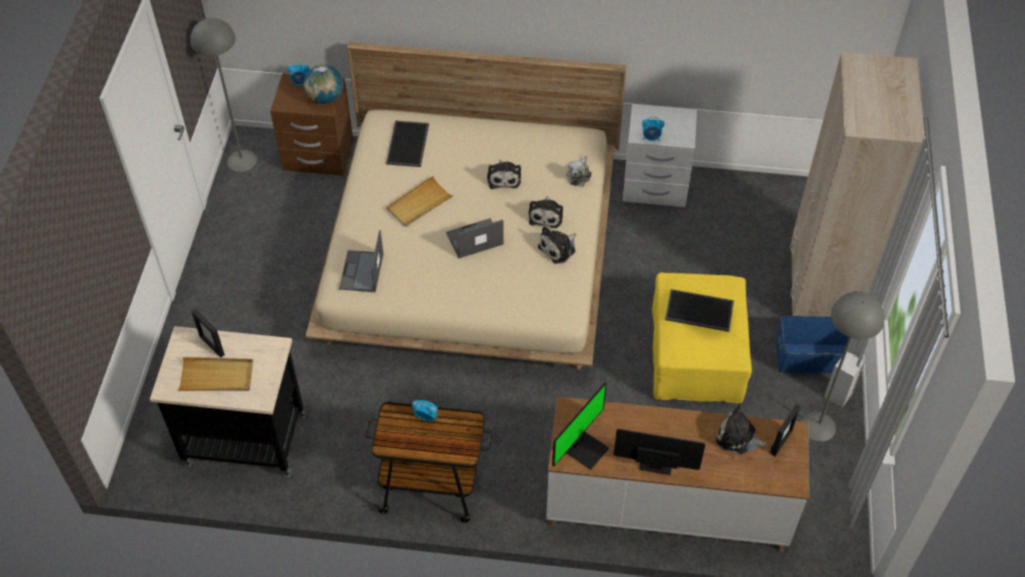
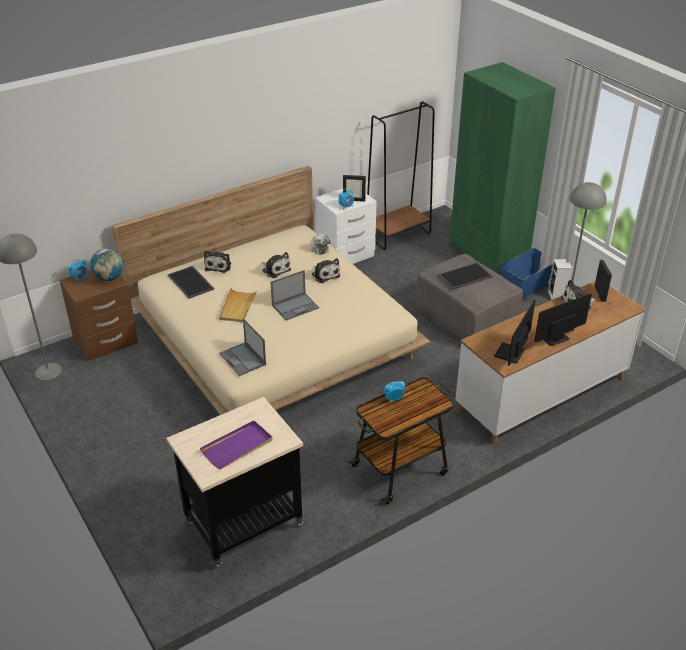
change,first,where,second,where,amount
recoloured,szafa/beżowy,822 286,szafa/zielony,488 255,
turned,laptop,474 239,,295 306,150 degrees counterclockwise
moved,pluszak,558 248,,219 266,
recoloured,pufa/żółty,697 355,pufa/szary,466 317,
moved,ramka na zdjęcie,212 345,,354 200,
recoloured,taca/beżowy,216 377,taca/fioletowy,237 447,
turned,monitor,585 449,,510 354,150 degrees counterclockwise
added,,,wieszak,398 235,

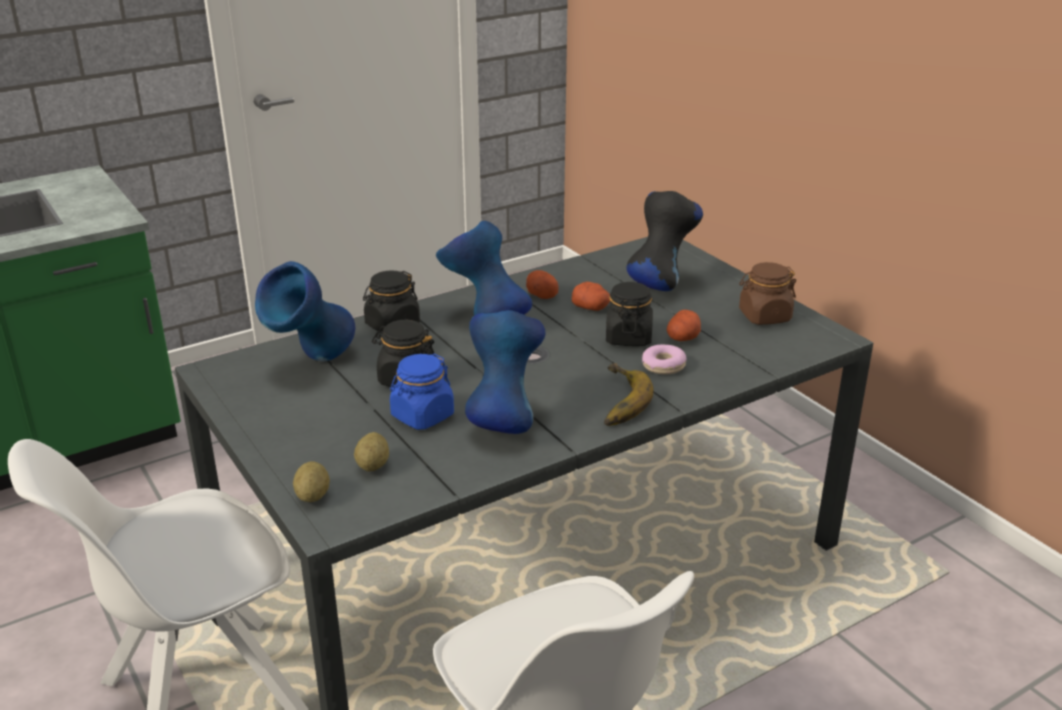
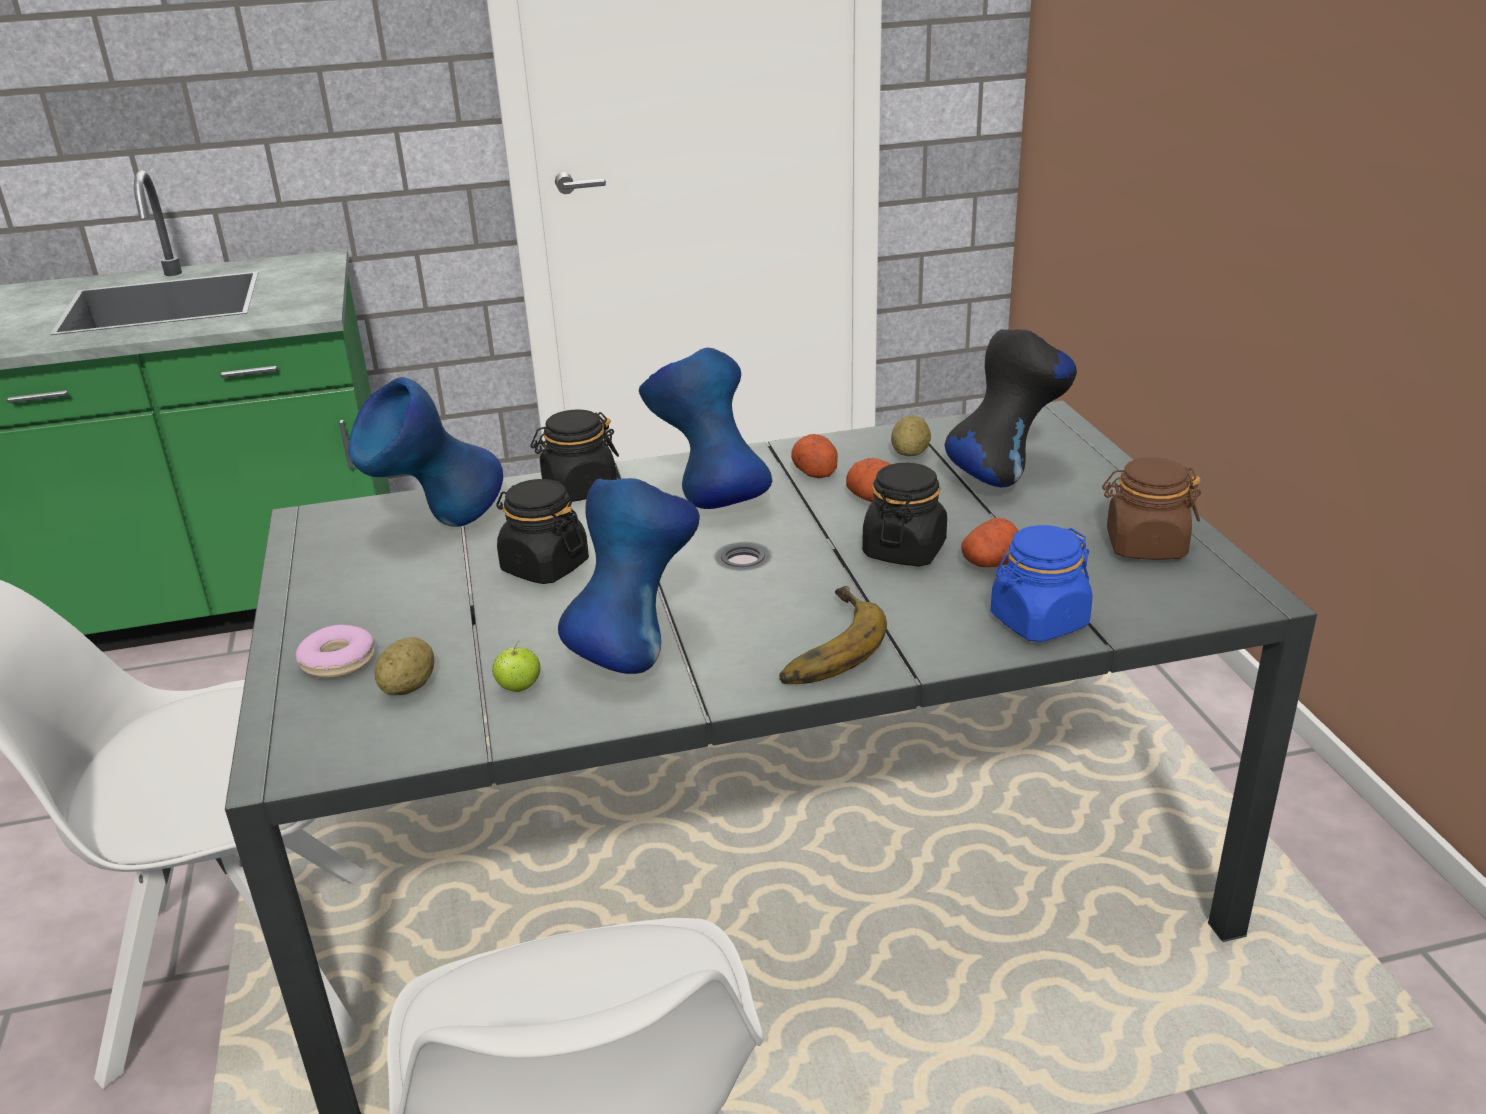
change,first,where,second,where,amount
moved,donut,663 366,,338 662,
moved,słoik/niebieski,422 416,,1038 621,
moved,ziemniak,312 496,,910 453,
added,,,jabłko,519 688,

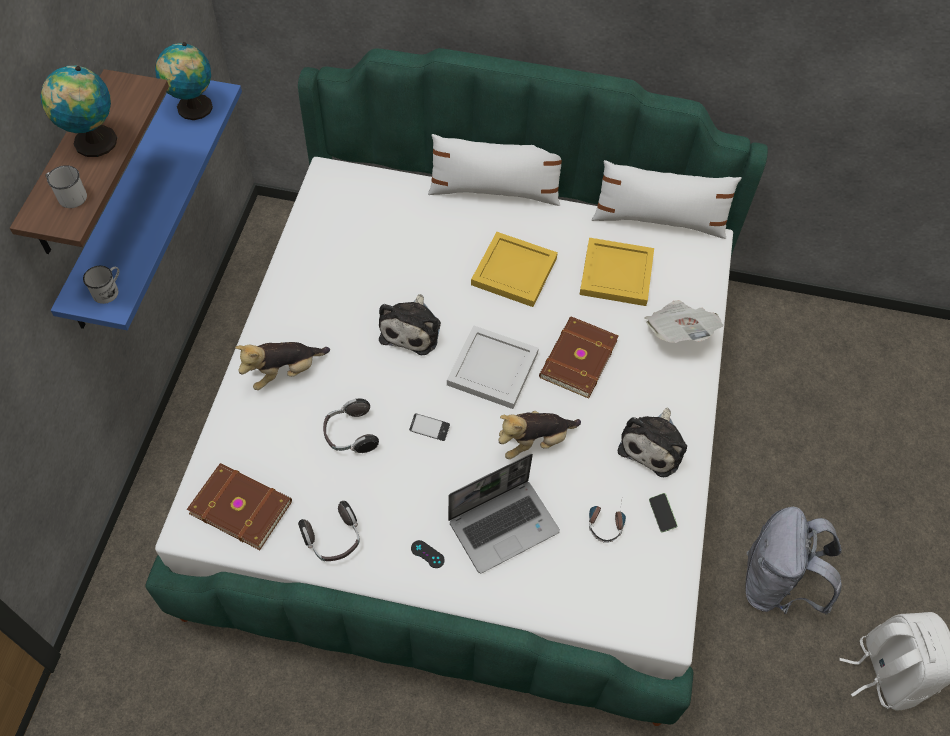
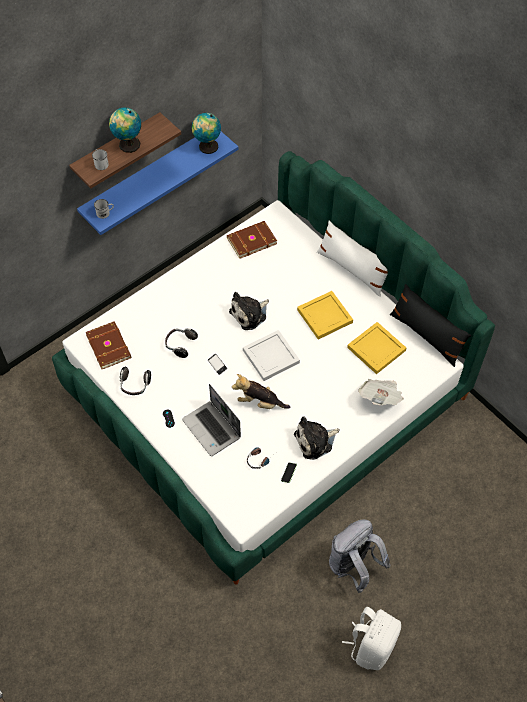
change,first,where,second,where,amount
recoloured,poduszka/biały,659 220,poduszka/czarny,426 336,
moved,książka/brązowy,576 359,,251 240,
removed,pluszak,285 372,,,
turned,laptop,504 525,,212 429,45 degrees clockwise

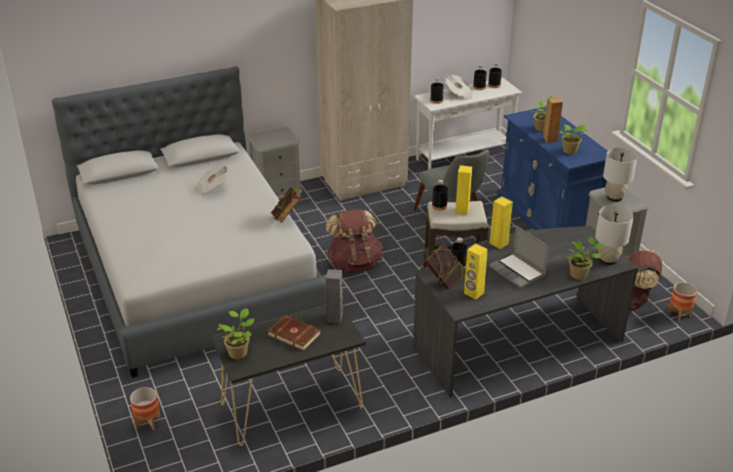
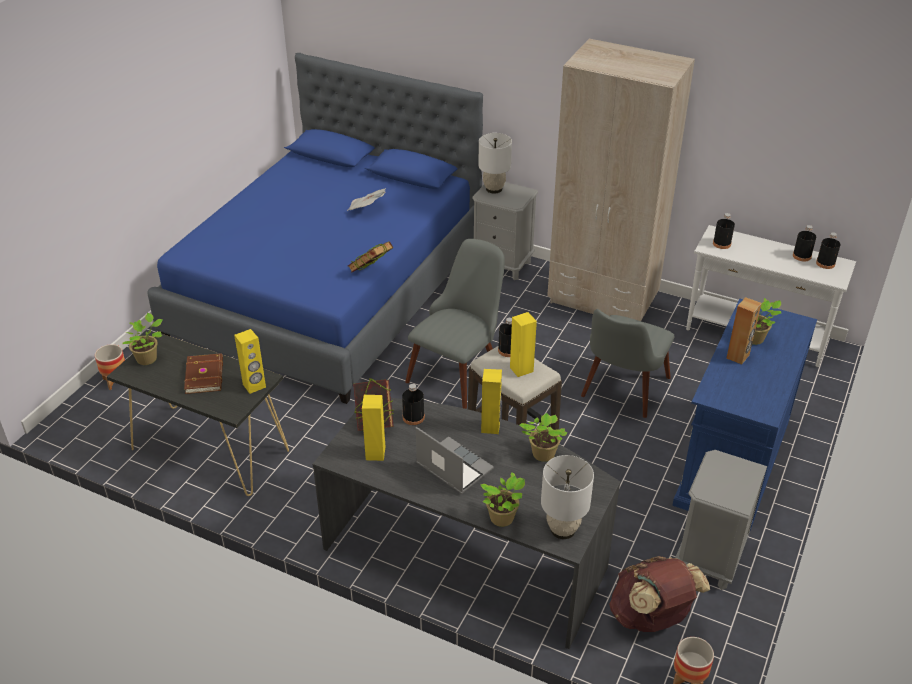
change,first,where,second,where,amount
recoloured,łóżko/szary,196 275,łóżko/niebieski,329 290,
removed,gazeta,459 94,,,
moved,roślina doniczkowa,570 151,,542 455,
moved,lampa stołowa/biały,614 198,,493 189,
replaced,plecak/brązowy,354 264,krzesło/szary,460 369,
turned,laptop,518 271,,453 467,120 degrees clockwise
recoloured,głośnik/szary,335 317,głośnik/żółty,254 386,

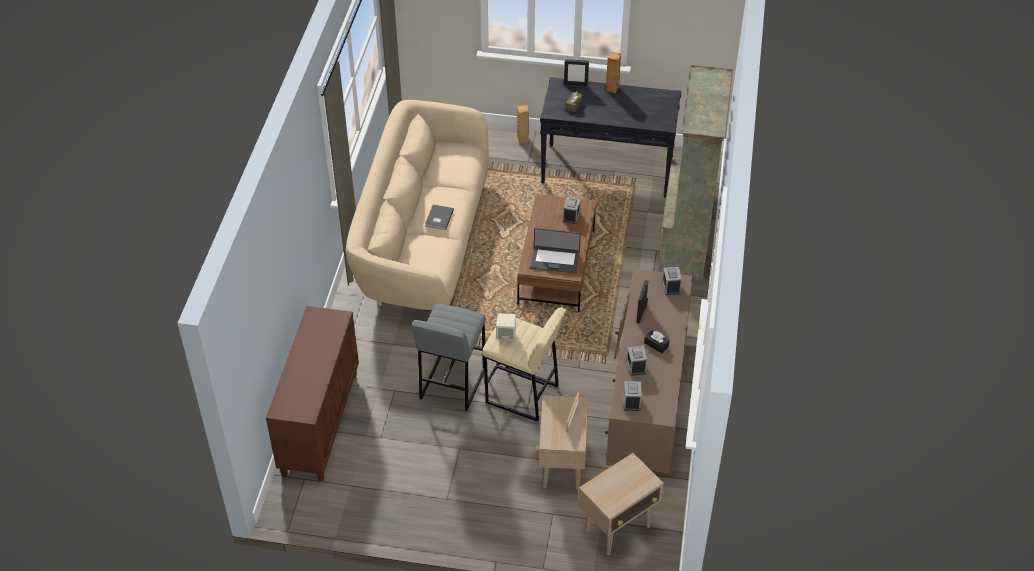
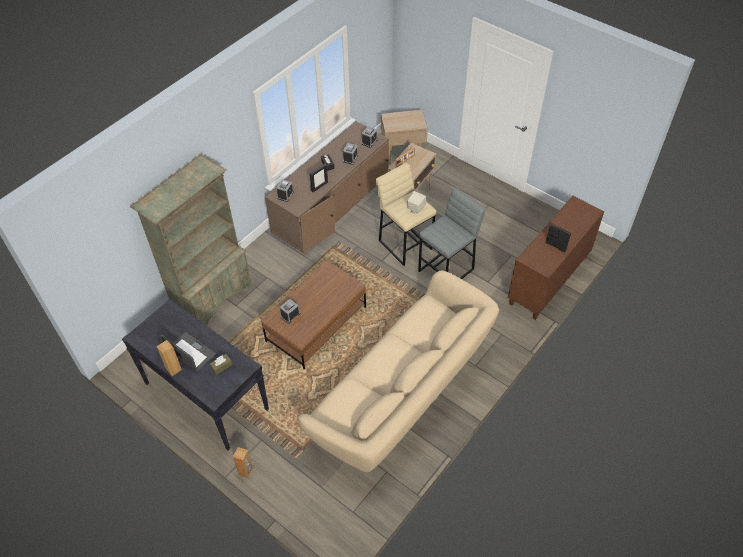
change,first,where,second,where,amount
moved,ramka na zdjęcie,576 83,,555 246,
removed,książka/szary,438 218,,,
moved,laptop,555 260,,190 353,

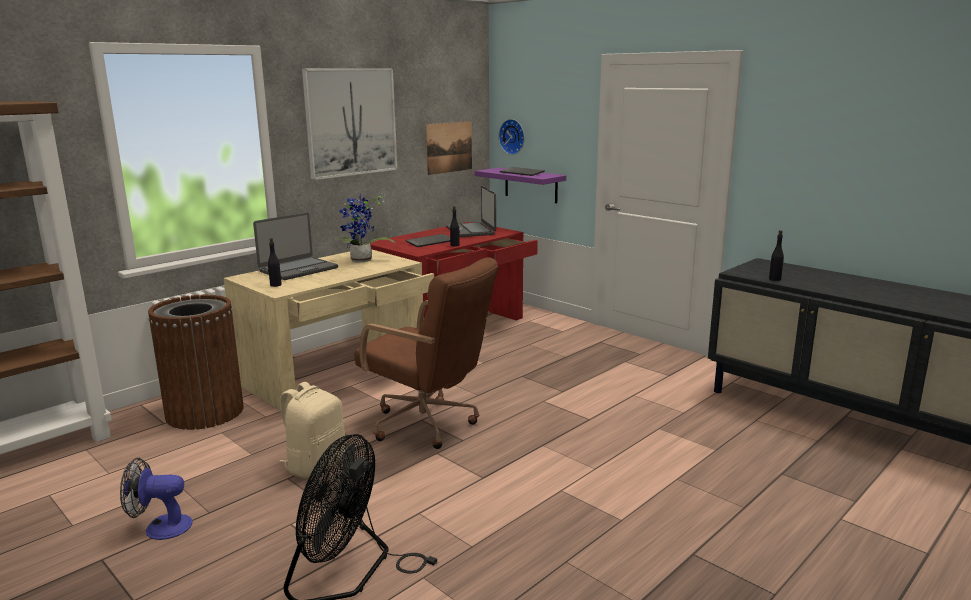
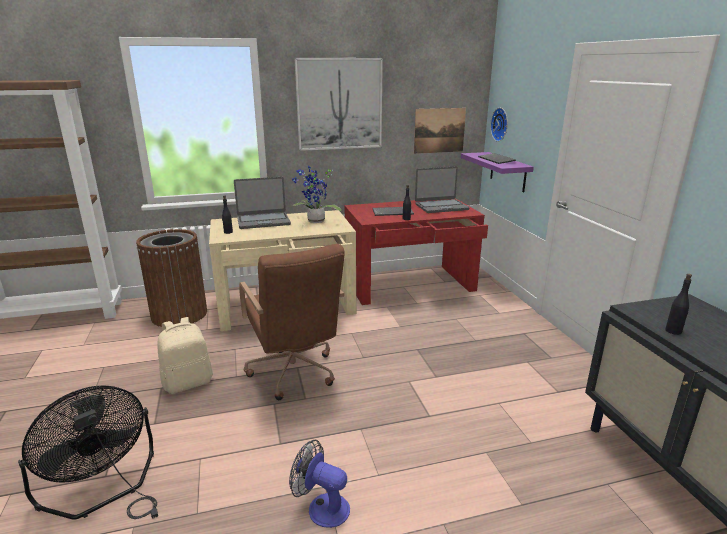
change,first,where,second,where,amount
turned,laptop,471 231,,441 207,120 degrees counterclockwise
moved,wentylator,160 527,,322 507,

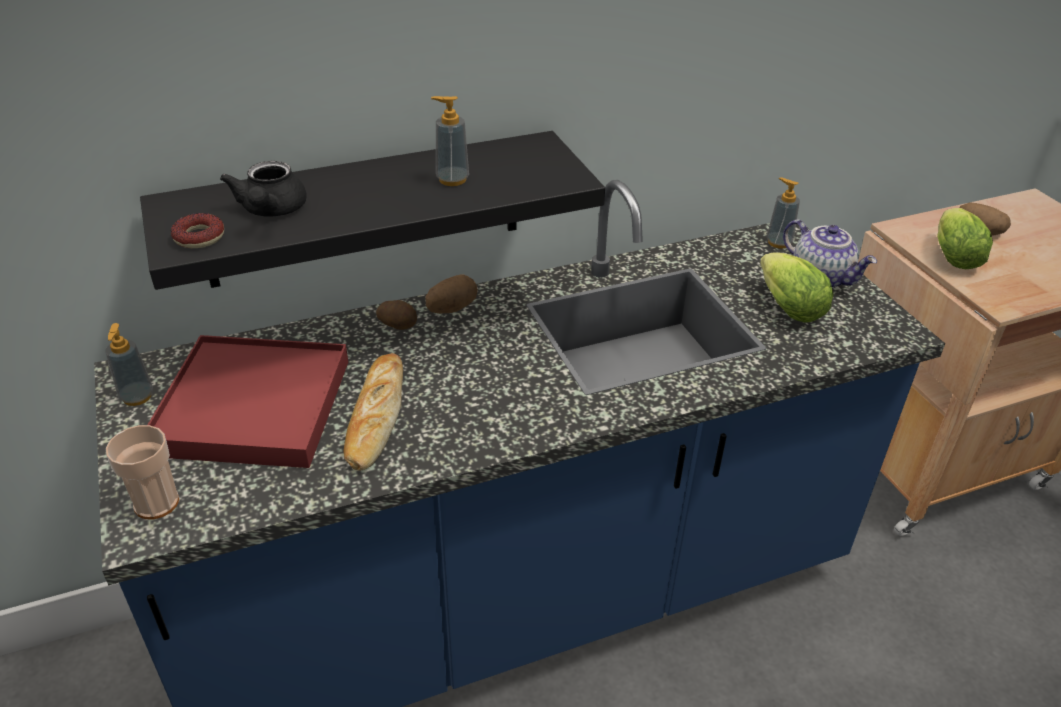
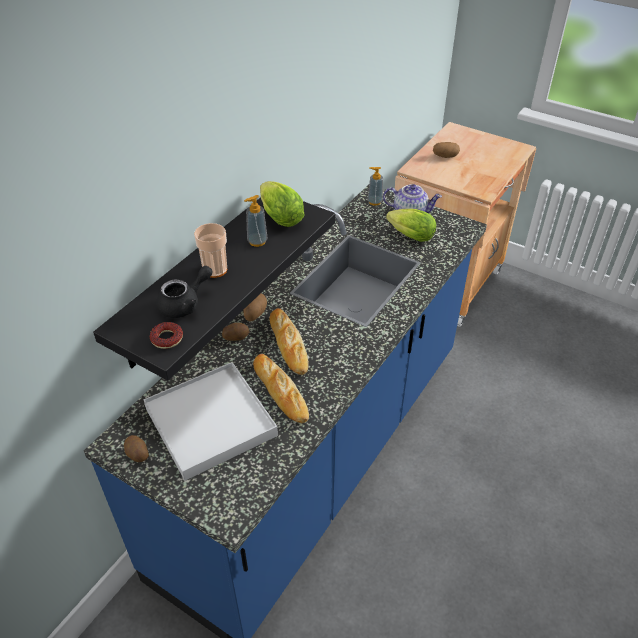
change,first,where,second,where,amount
turned,imbryk/czarny,271 211,,185 304,90 degrees counterclockwise
moved,sałata,952 255,,279 216,
replaced,dozownik mydła,137 397,ziemniak,137 454,
recoloured,taca/czerwony,253 406,taca/biały,210 422,
moved,filiżanka,156 503,,215 270,
added,,,chleb,288 344,

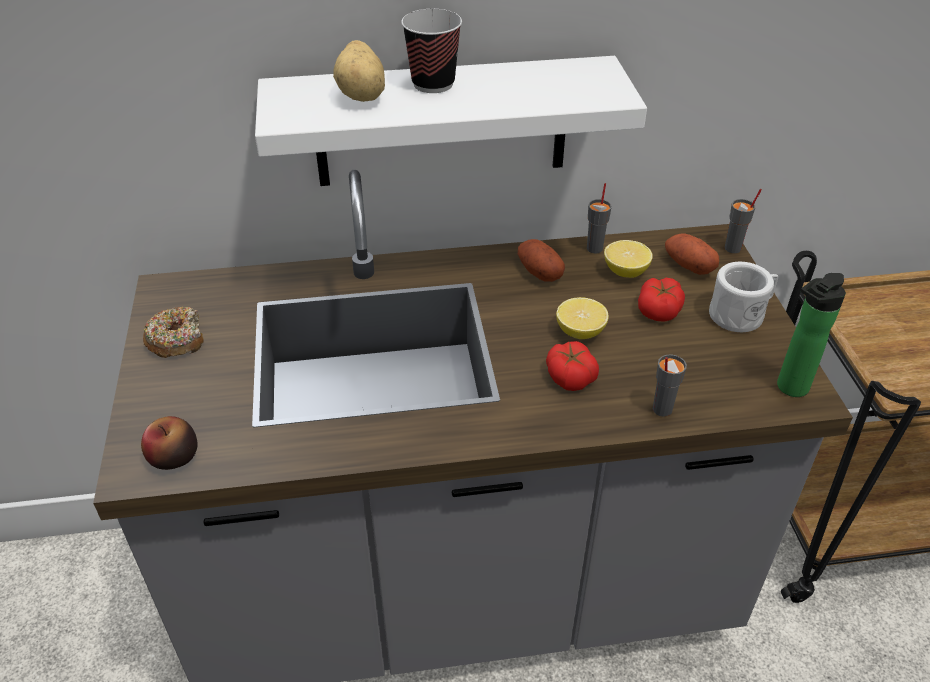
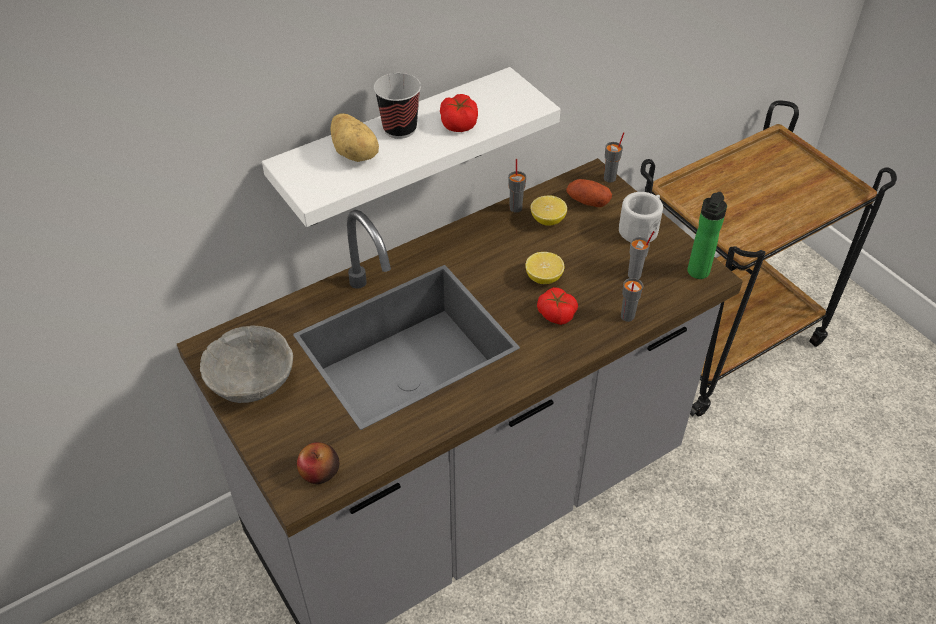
change,first,where,second,where,amount
removed,ziemniak,539 272,,,
moved,pomidor,659 310,,459 123,
replaced,donut,176 340,miska/szary,252 386,
added,,,filiżanka/szary,635 275,

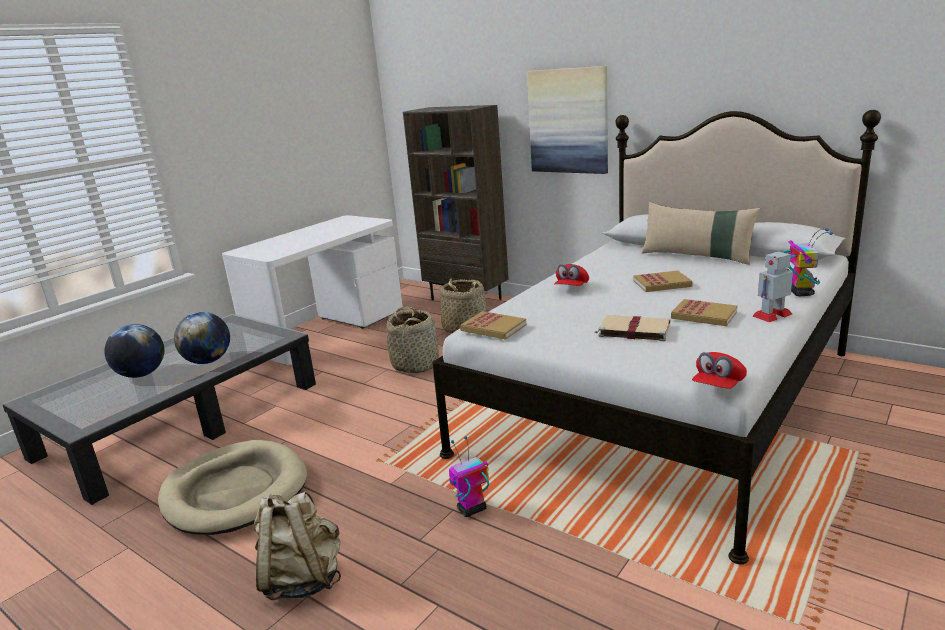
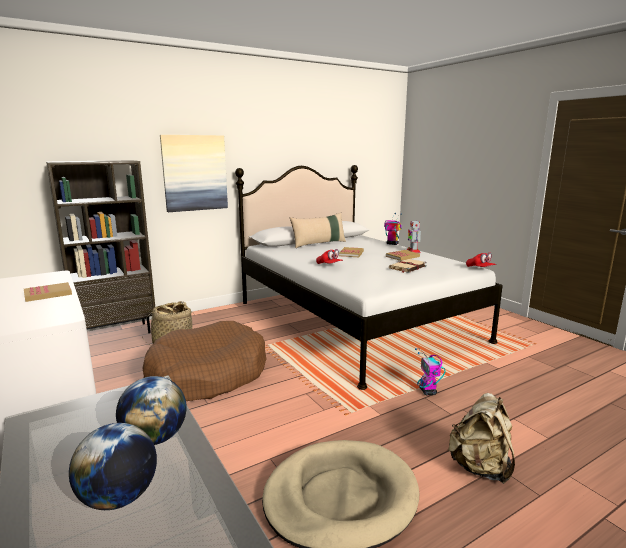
change,first,where,second,where,amount
replaced,koszyk,416 364,legowisko/brązowy,207 375,
moved,książka,493 328,,48 294,

